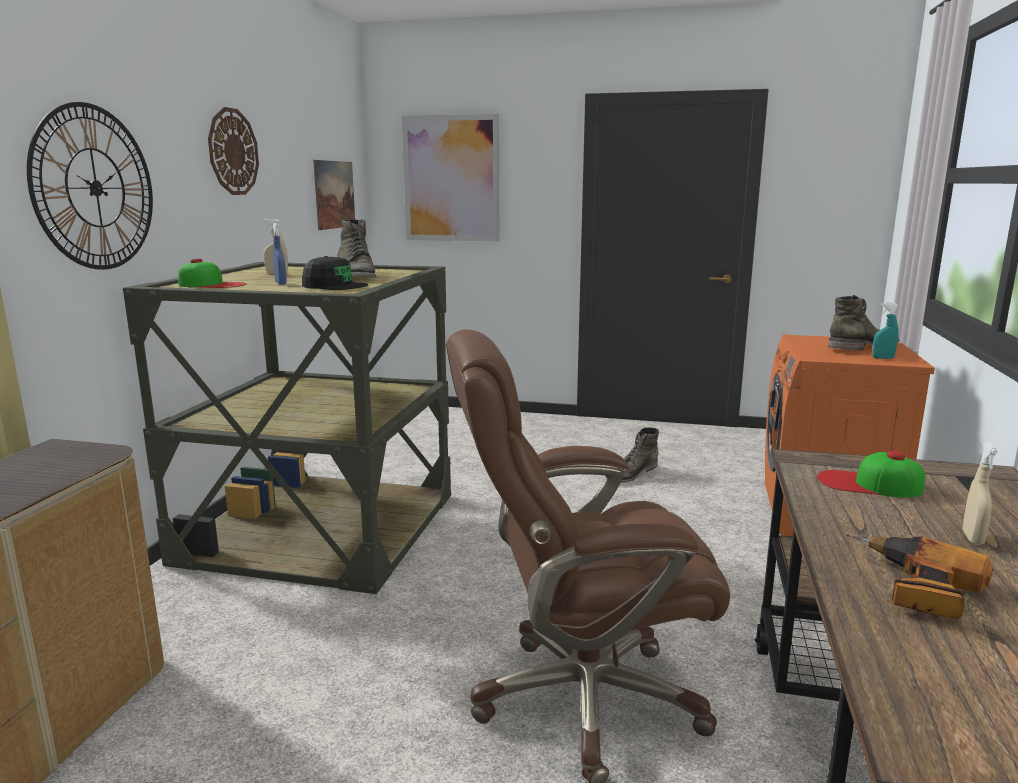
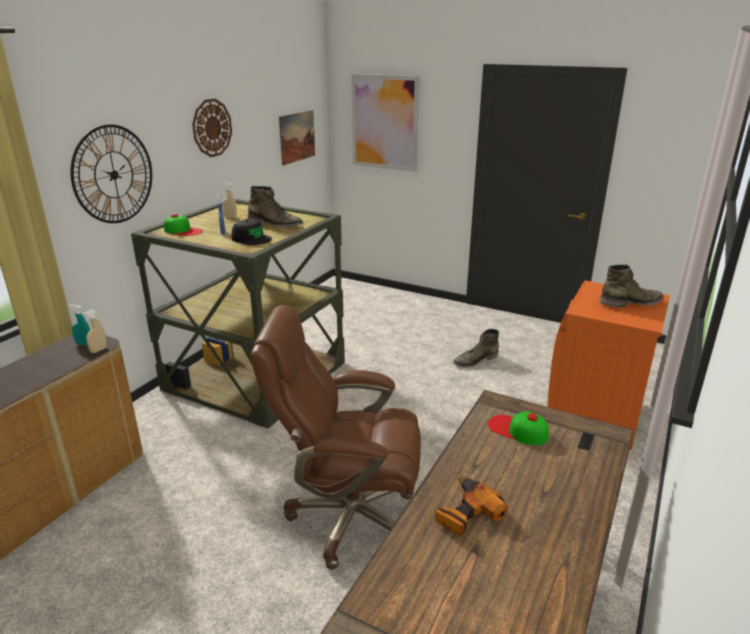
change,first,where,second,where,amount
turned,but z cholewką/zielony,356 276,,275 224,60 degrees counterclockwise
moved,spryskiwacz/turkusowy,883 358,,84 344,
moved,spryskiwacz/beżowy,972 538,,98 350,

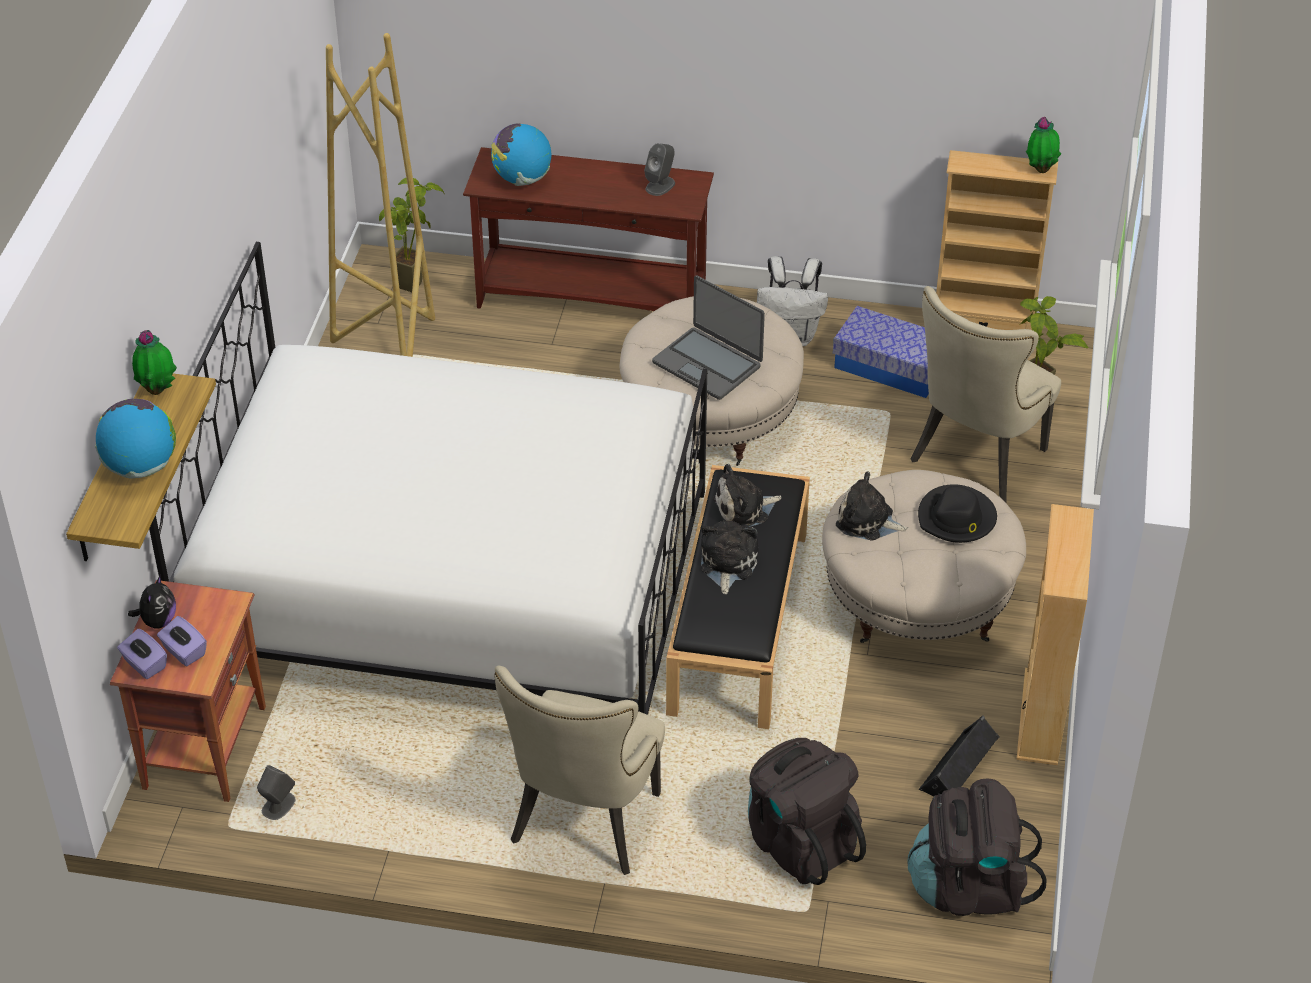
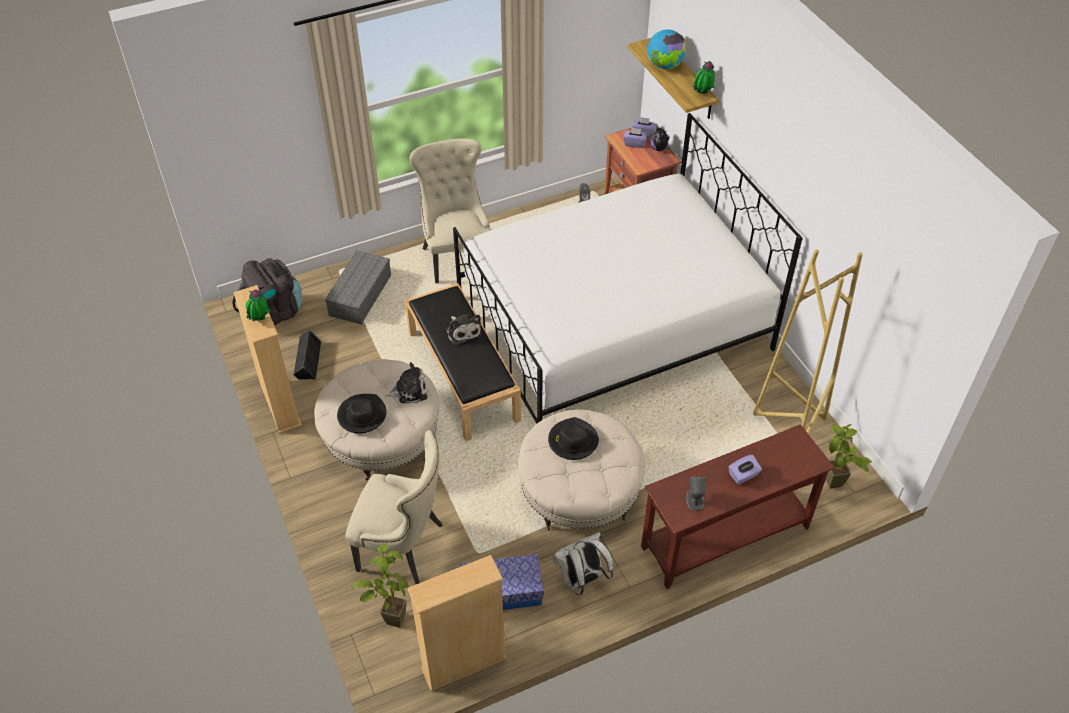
change,first,where,second,where,amount
moved,roślina doniczkowa,1040 169,,260 320,
removed,globus,522 179,,,
replaced,laptop,708 364,kapelusz/czarny,572 441,
turned,krzesło/beżowy,977 458,,403 548,105 degrees clockwise
removed,pluszak,744 509,,,
replaced,plecak/czarny,800 842,pojemnik do przechowywania/szary,360 294,
added,,,pudełko chusteczek/fioletowy,743 475,

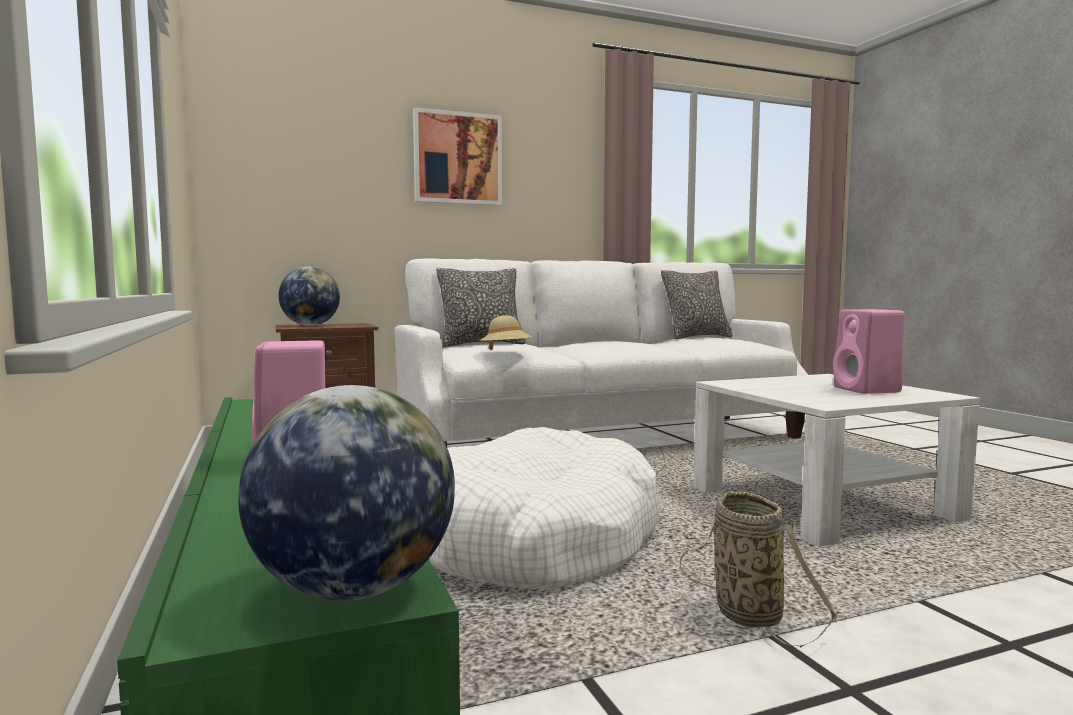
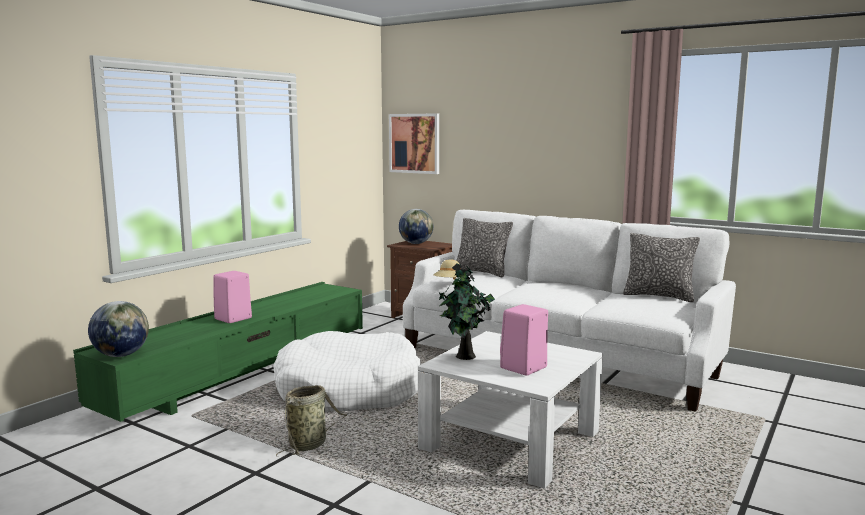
change,first,where,second,where,amount
moved,obraz,457 158,,414 143,
added,,,roślina doniczkowa,465 357,

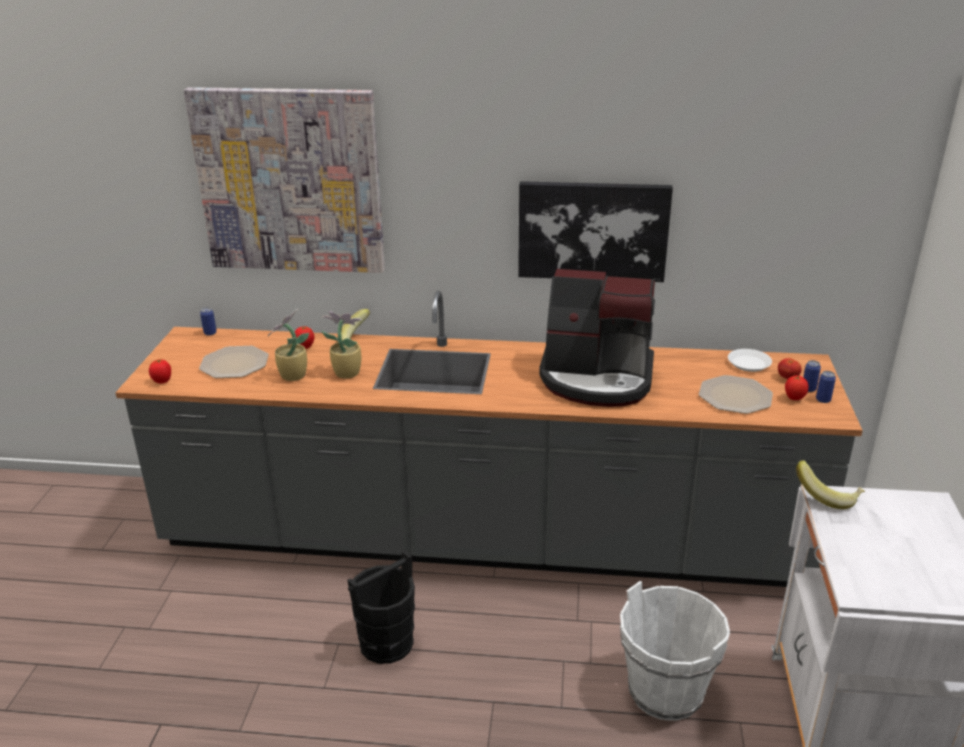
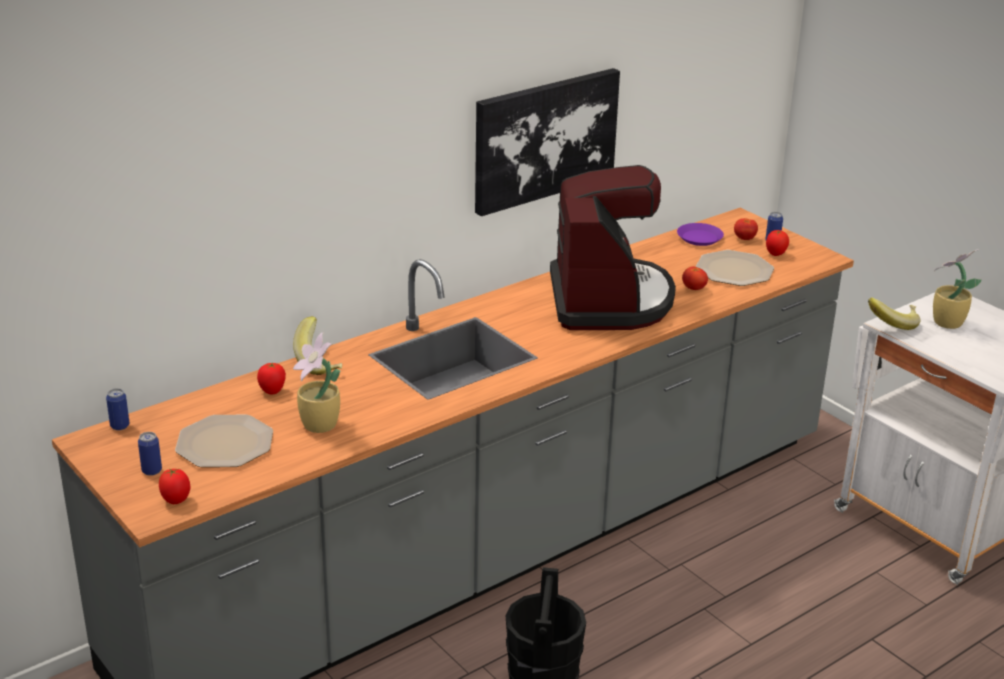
change,first,where,second,where,amount
removed,obraz,290 181,,,
turned,ekspres do kawy,597 378,,609 300,60 degrees counterclockwise
moved,roślina doniczkowa,346 373,,946 323,
recoloured,talerz/biały,748 363,talerz/fioletowy,699 238,
moved,puszka,823 400,,151 471,
removed,wiadro/biały,665 692,,,
added,,,pomidor,694 289,

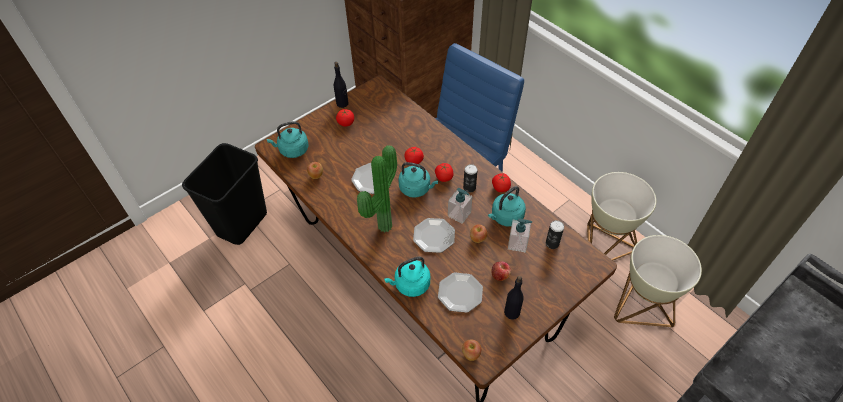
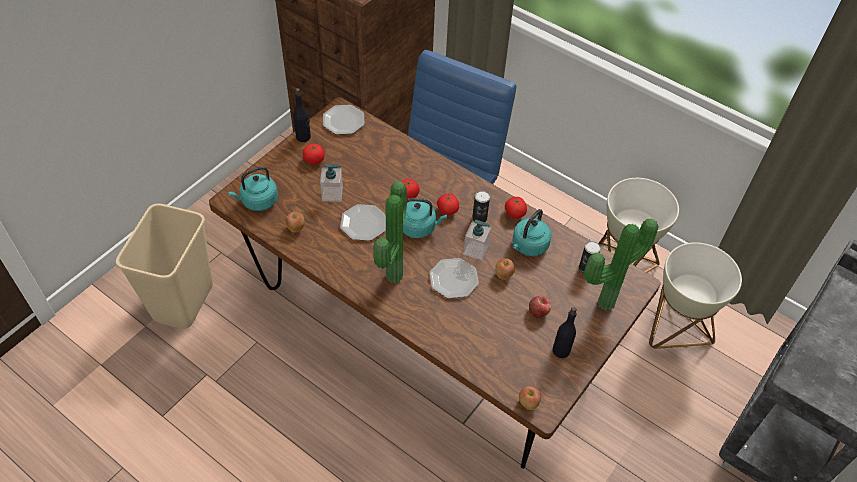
change,first,where,second,where,amount
recoloured,kosz na śmieci/czarny,242 224,kosz na śmieci/beżowy,184 302,
moved,dozownik mydła,517 243,,332 194,
removed,czajnik/turkusowy,410 285,,,
moved,talerz,460 293,,344 121,
added,,,roślina doniczkowa,603 301,

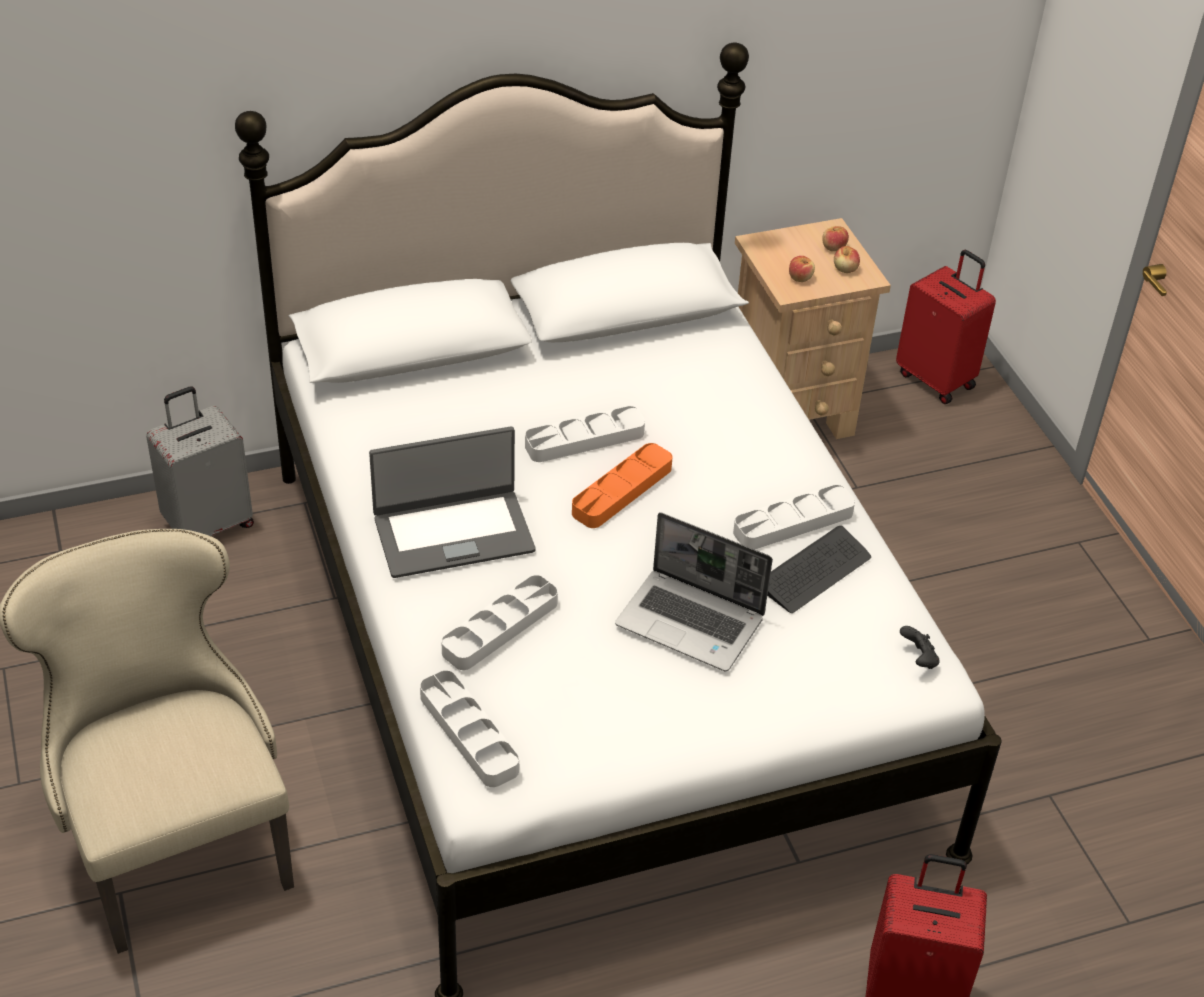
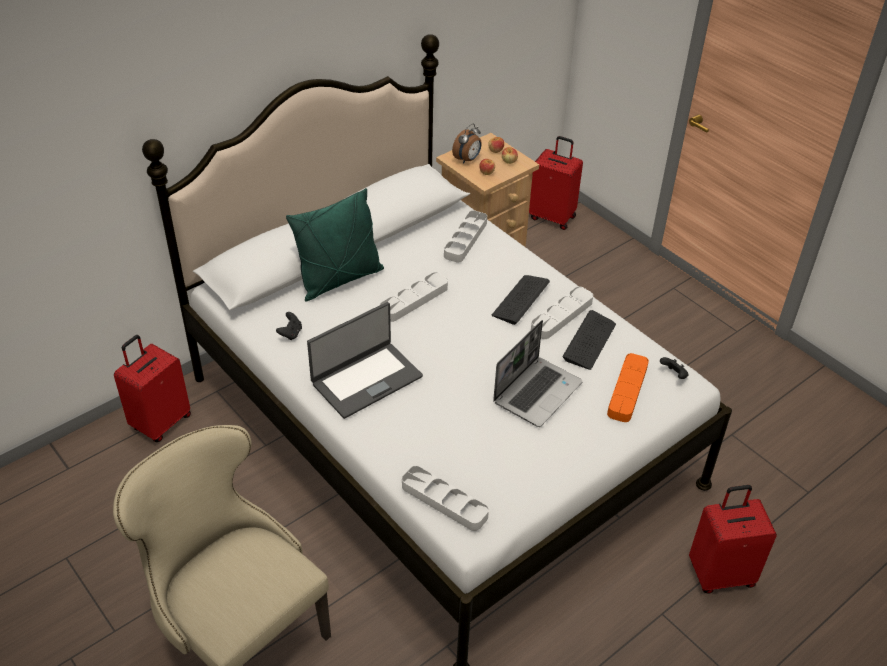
change,first,where,second,where,amount
recoloured,walizka/szary,208 524,walizka/czerwony,160 422,
moved,taca/pomarańczowy,622 490,,627 390,
turned,laptop,692 622,,537 392,60 degrees counterclockwise
moved,taca/szary,500 627,,465 239,
added,,,budzik,467 159,
added,,,poduszka/zielony,339 279,
added,,,klawiatura,520 300,
added,,,pad do gier/czarny,290 333,

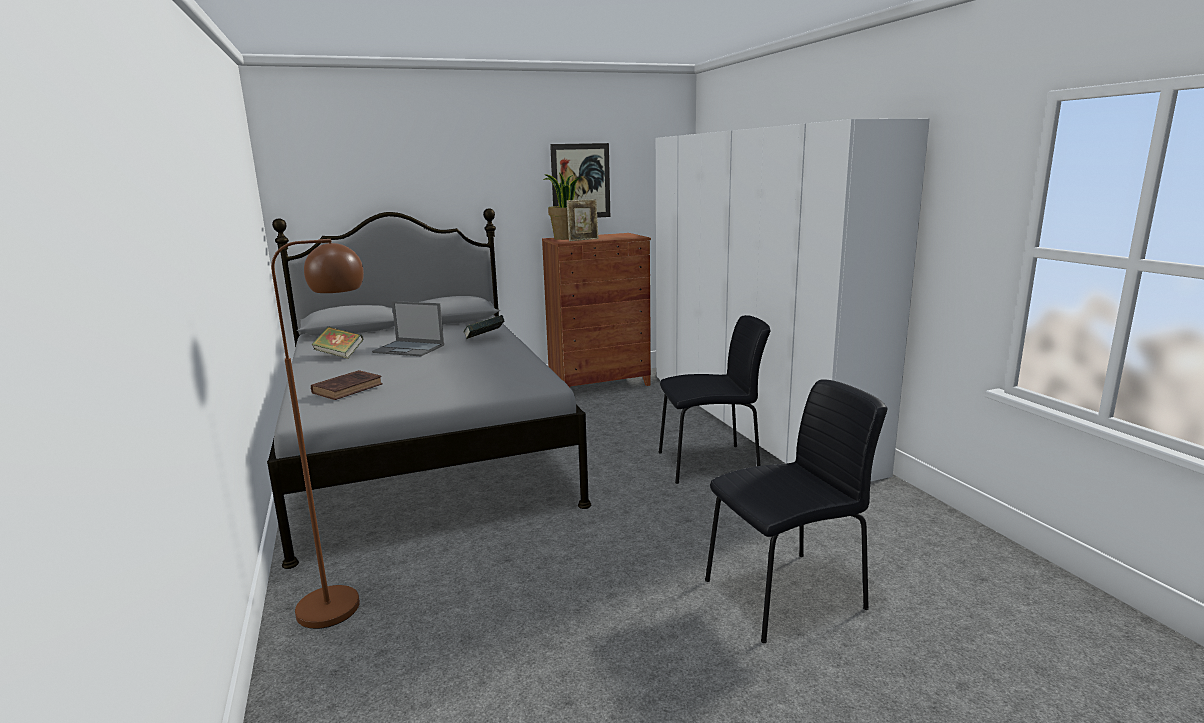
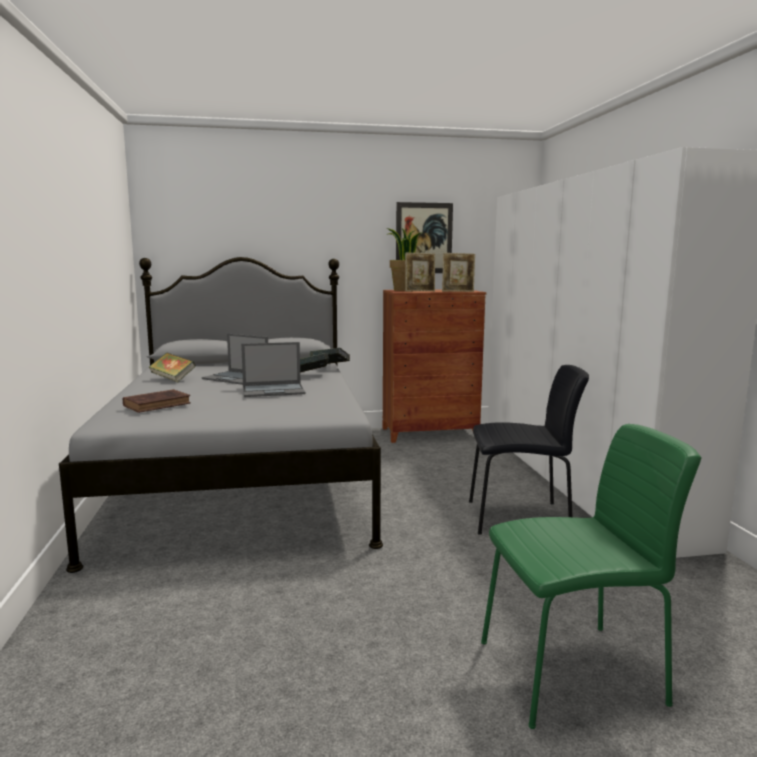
change,first,where,second,where,amount
removed,lampa stojąca/brązowy,348 604,,,
recoloured,krzesło/czarny,789 593,krzesło/zielony,576 671,
added,,,ramka na zdjęcie,458 291,
added,,,laptop,274 390,
added,,,książka,330 367,

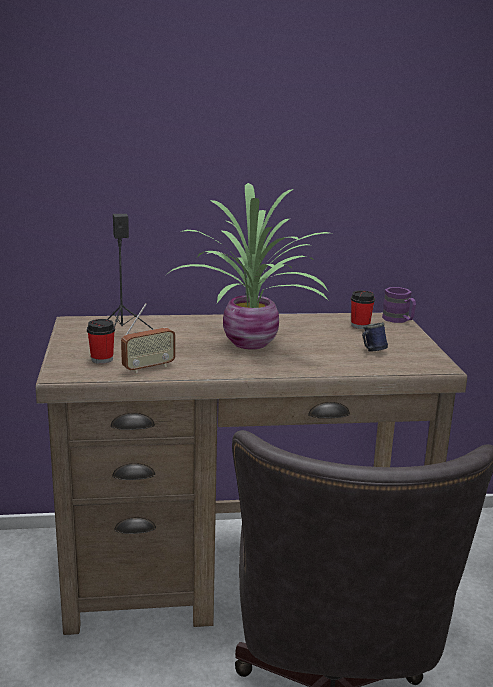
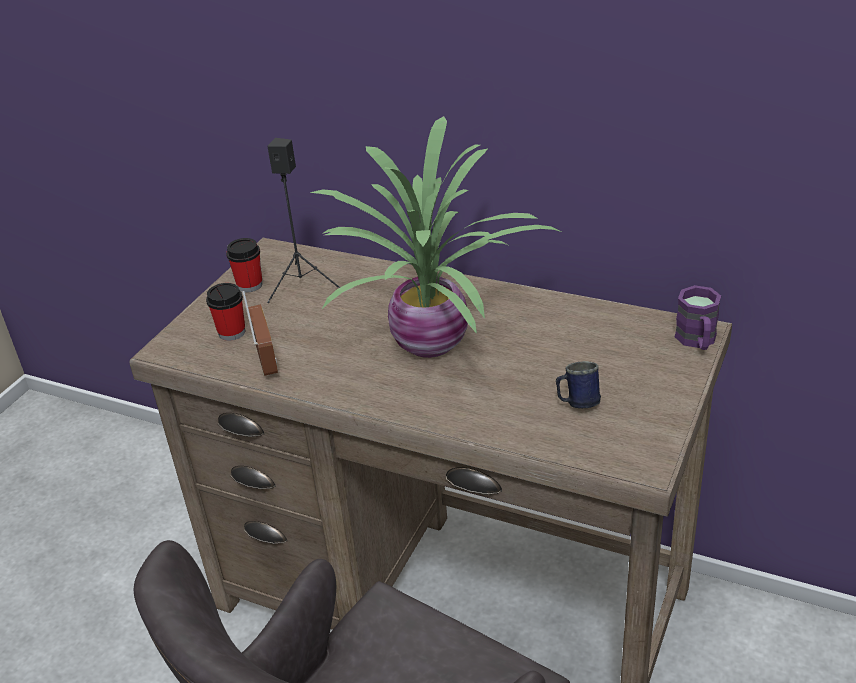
change,first,where,second,where,amount
moved,filiżanka,360 325,,250 285,
turned,radio,148 367,,265 361,105 degrees counterclockwise

